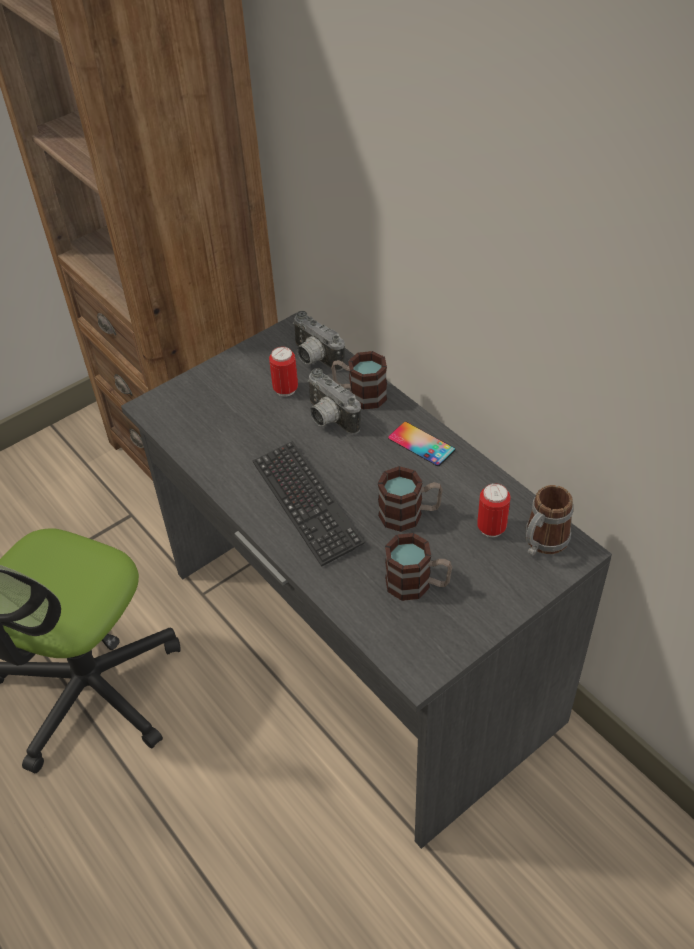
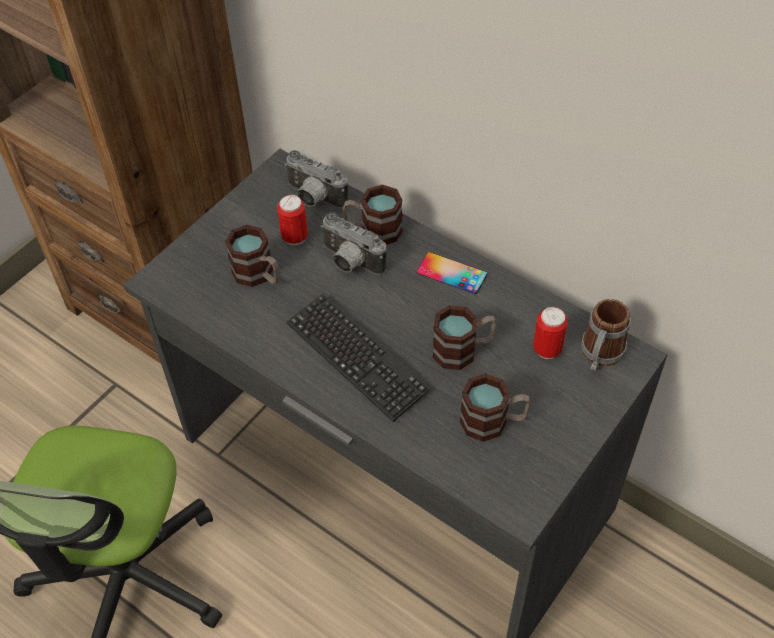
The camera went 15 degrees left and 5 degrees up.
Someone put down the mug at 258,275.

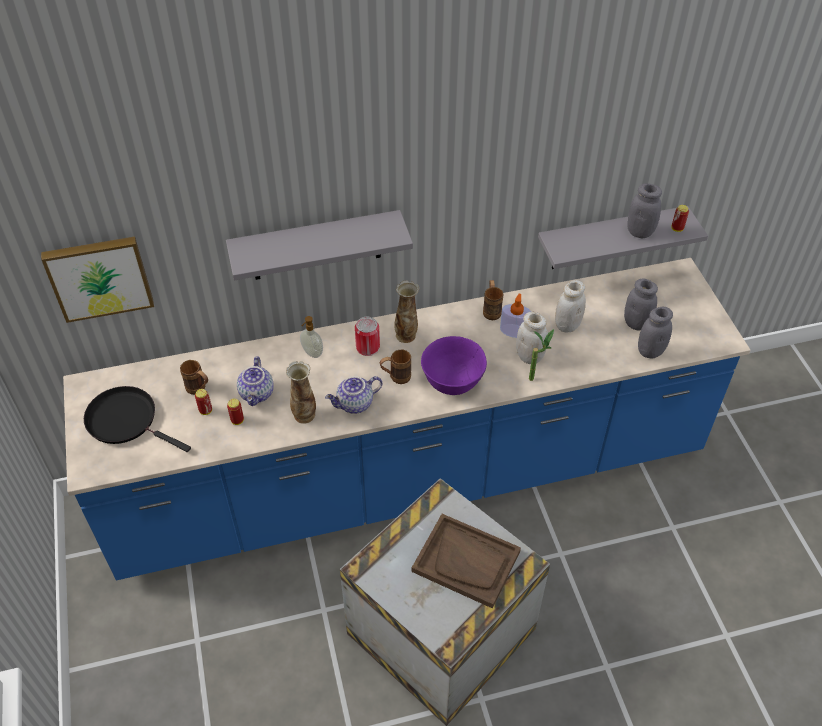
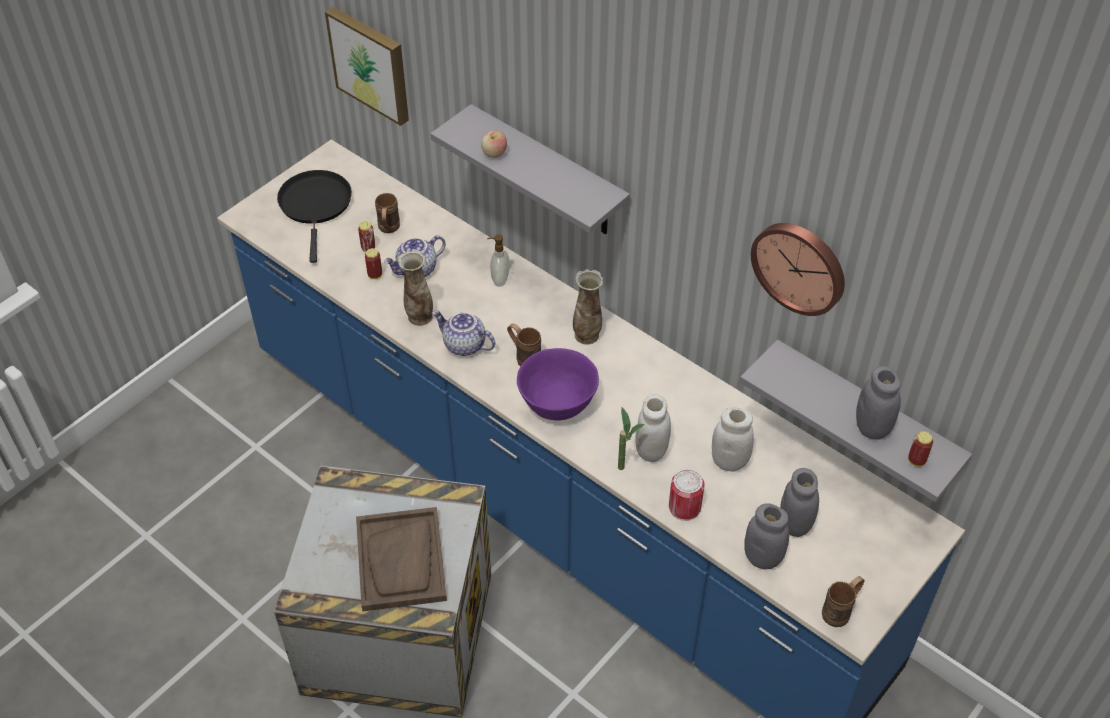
The camera went 55 degrees right and 0 degrees up.
Someone took away the soap dispenser at 514,331.
Someone put down the apple at 494,153.
Someone put up the wall clock at 800,266.
Someone carried the metal can from 367,347 to 684,507.
Someone carried the mug/brown-coloured from 491,310 to 841,611.

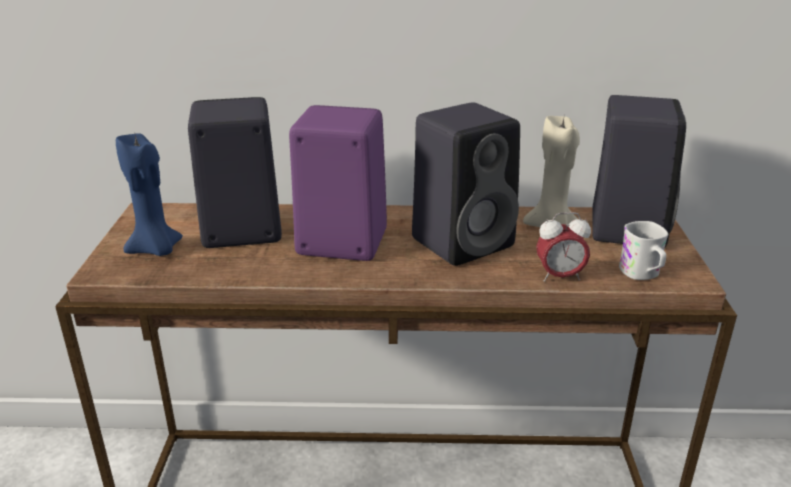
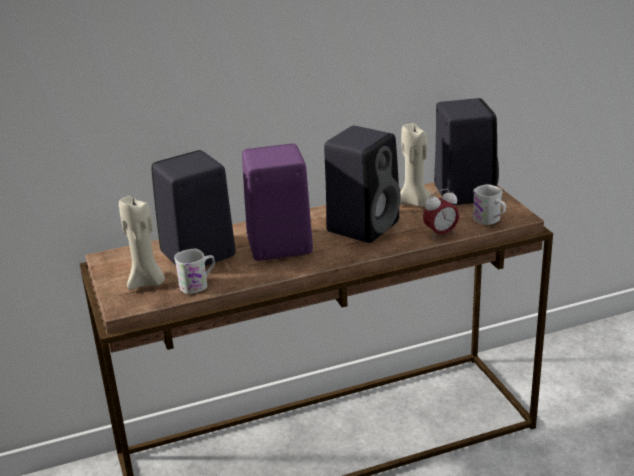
The camera went 20 degrees left and 0 degrees up.
Someone put down the mug/white-coloured at 198,285.
Someone repainted the candle/blue at 156,250, which became the candle/sand-coloured at 147,282.

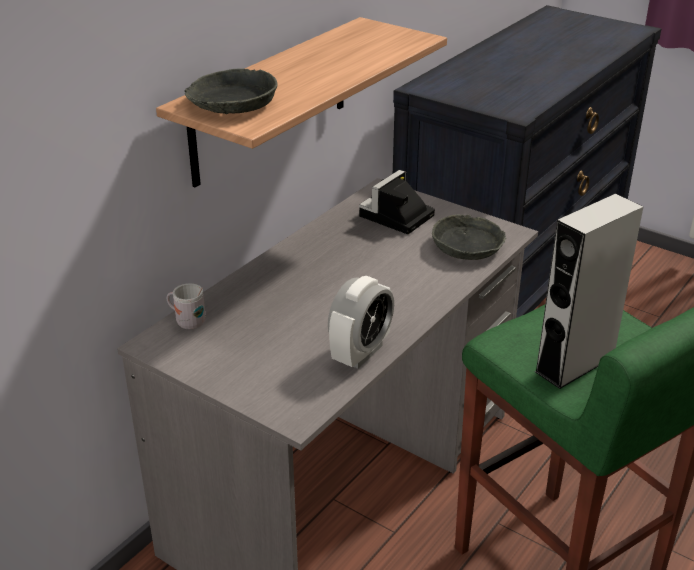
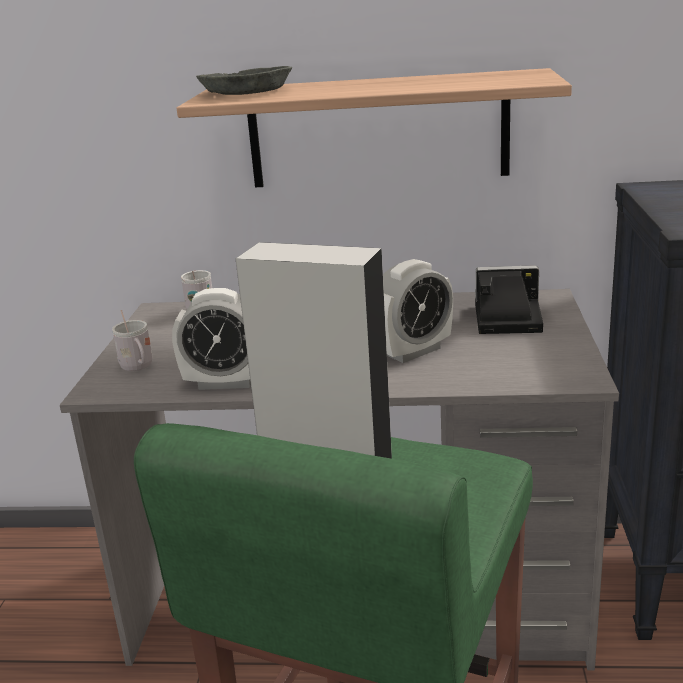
The camera went 60 degrees right and 10 degrees down.
Someone took away the bowl/gray at 468,246.
Someone put down the mug/white-coloured at 138,368.
Someone put down the alarm clock at 413,352.

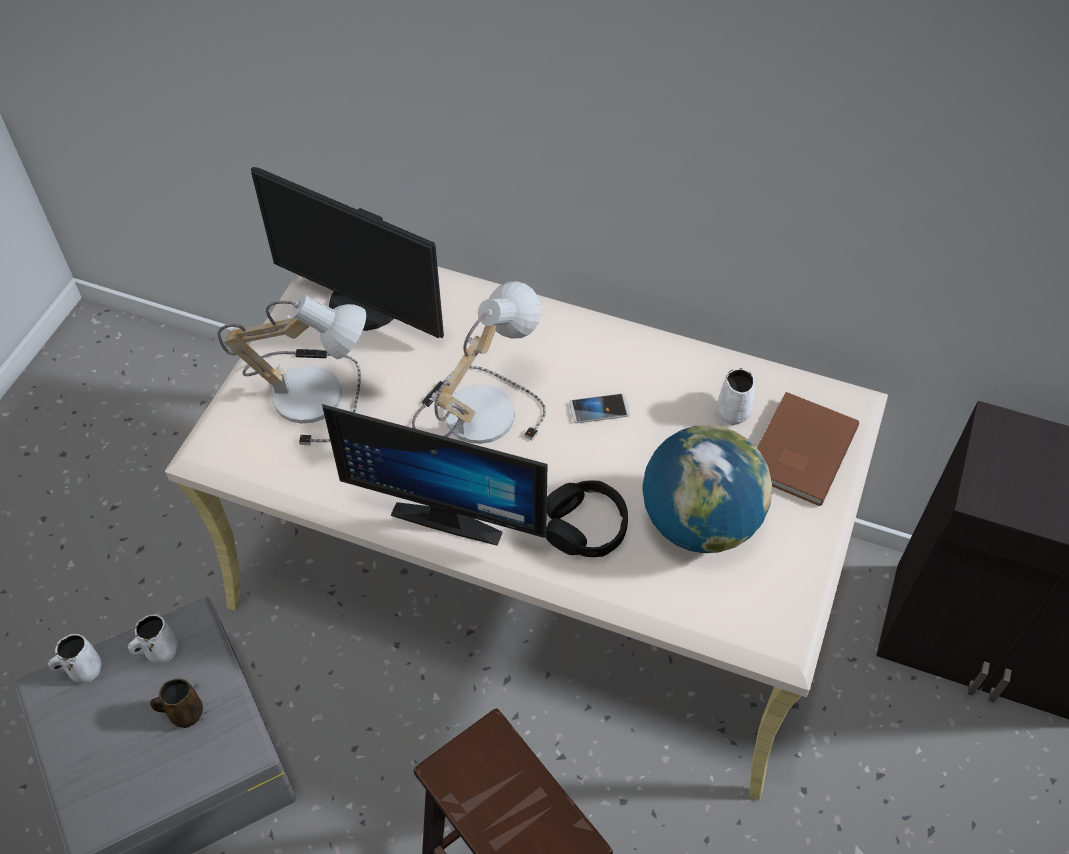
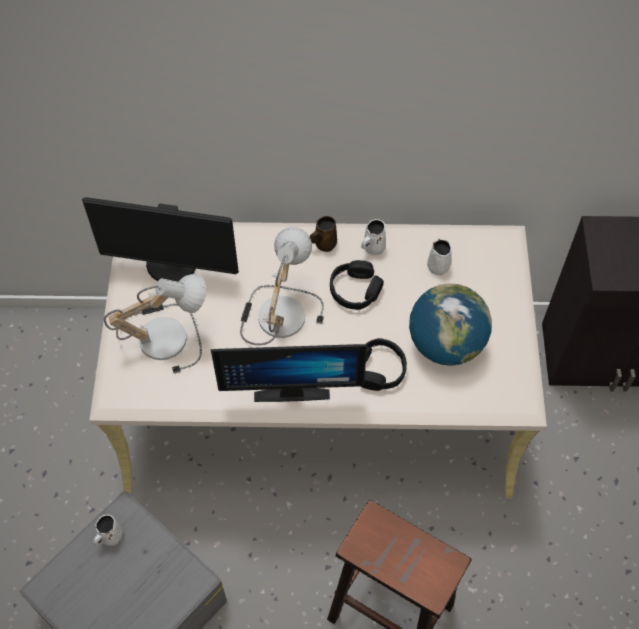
The camera went 20 degrees left and 5 degrees up.
Someone took away the bound book/brown-coloured at 798,451.
Someone carried the mug/white-coloured from 83,670 to 373,248.
Someone carried the mug/brown-coloured from 184,713 to 324,244.
Someone swapped the phone at 599,409 for the pair of headphones/black-coloured at 355,290.

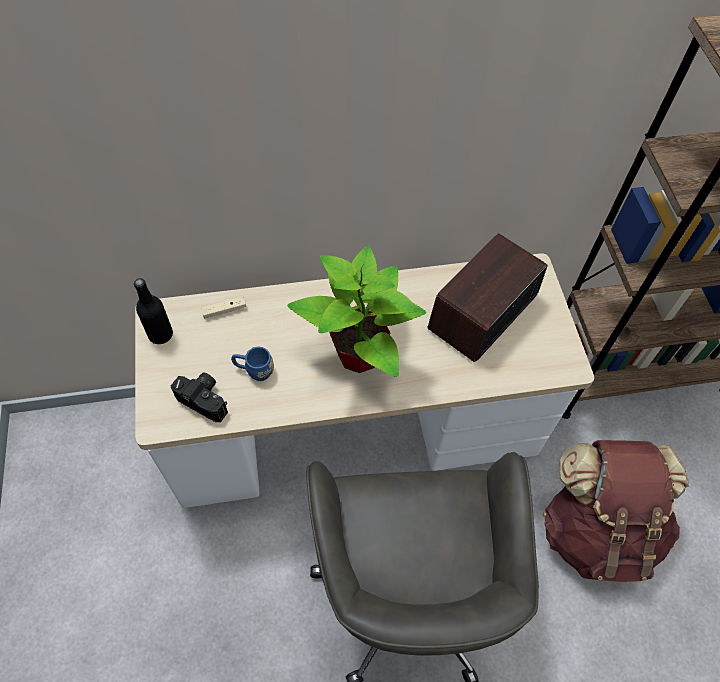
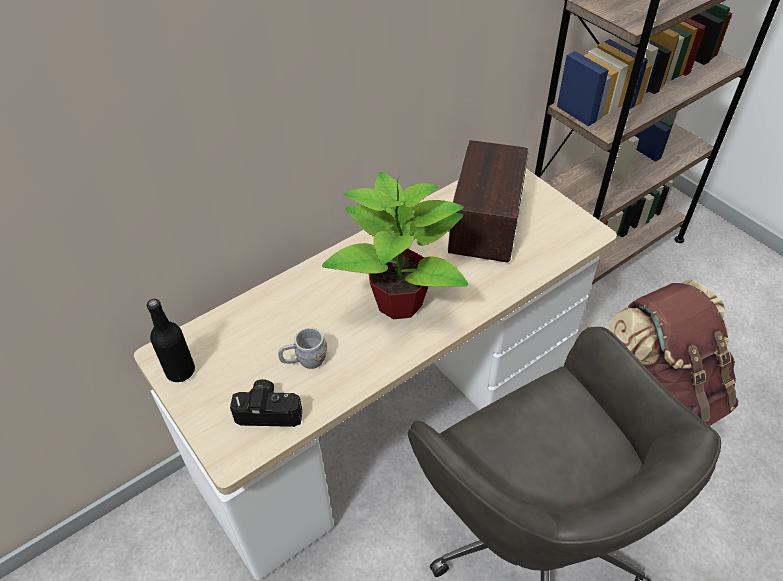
The camera went 25 degrees left and 10 degrees down.
Someone took away the joypad/sand-coloured at 224,310.
Someone repainted the mug/blue at 254,371, which became the mug/gray at 304,361.

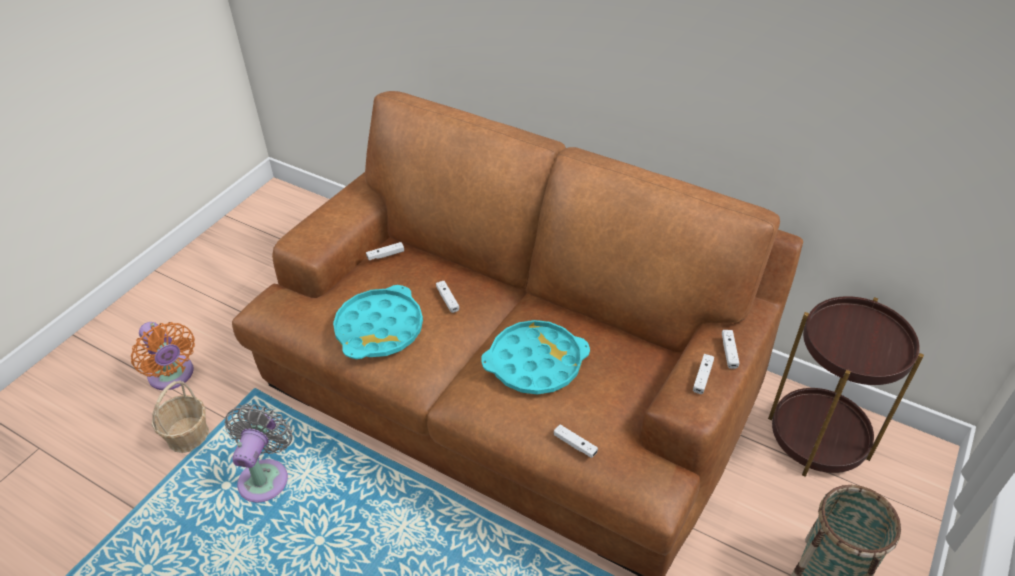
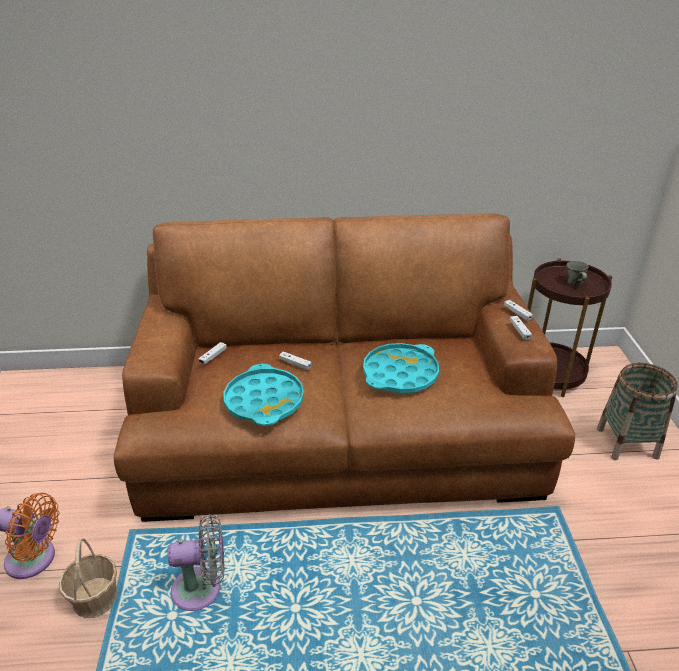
The camera went 35 degrees left and 10 degrees down.
Someone took away the joypad/white-coloured at 575,444.
Someone put down the mug/gray at 574,283.
Someone rotated the cooling fan/gray at 265,476 by 105 degrees clockwise.

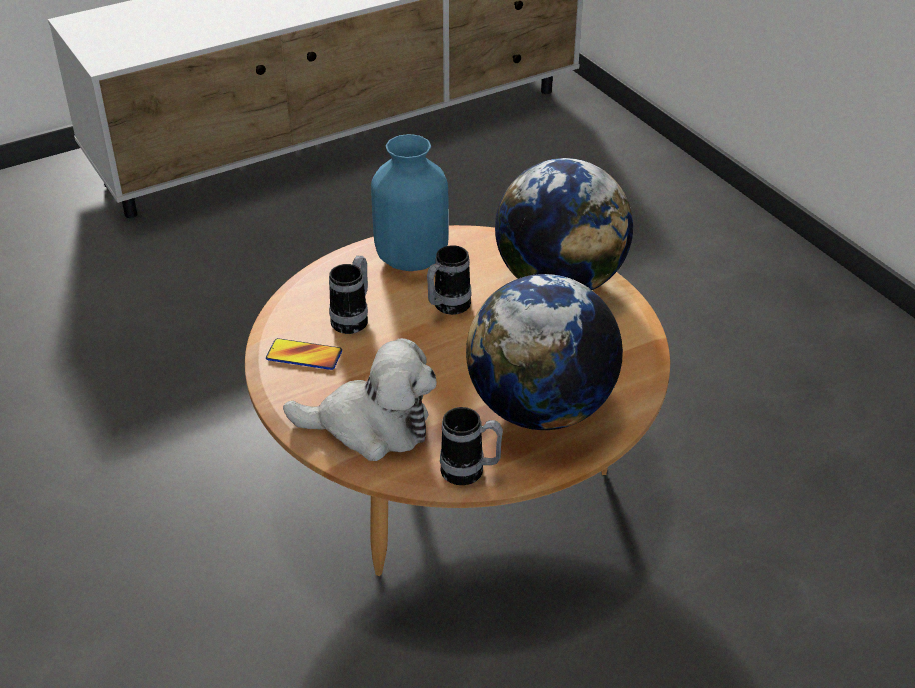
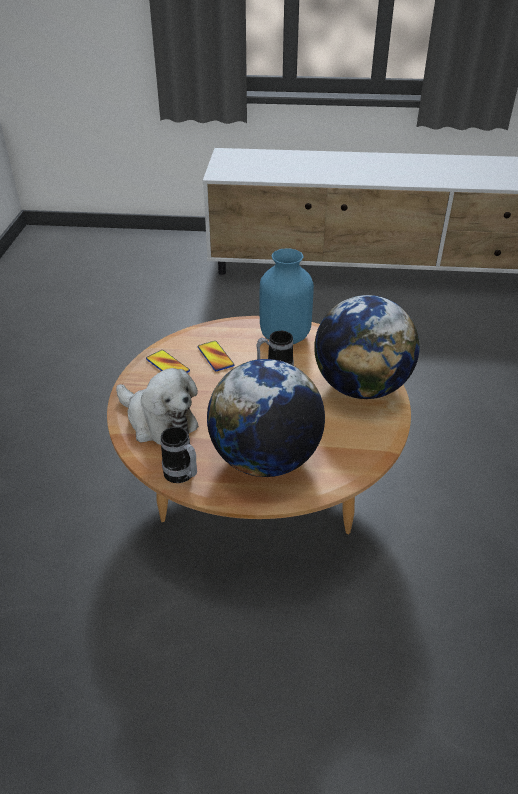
The camera went 35 degrees right and 0 degrees up.
Someone swapped the mug at 353,318 for the phone at 215,356.

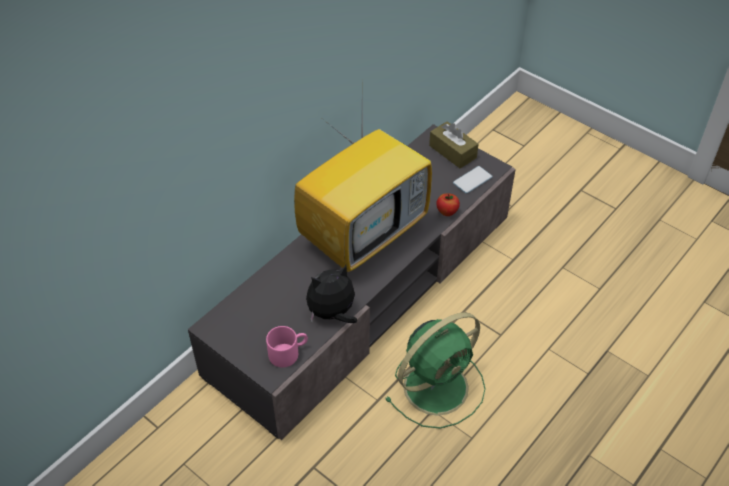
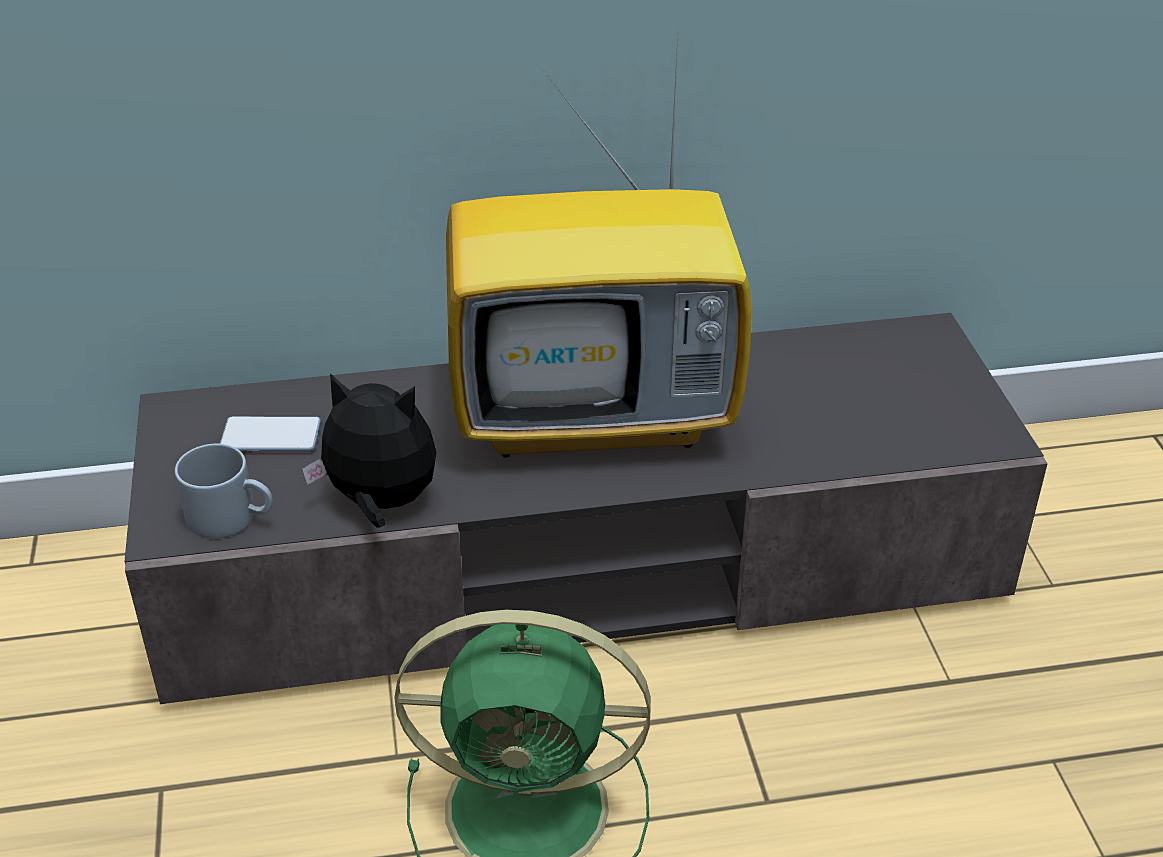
The camera went 40 degrees right and 10 degrees down.
Someone took away the tissue holder/brown-coloured at 452,152.
Someone took away the apple at 447,212.
Someone carried the phone from 472,180 to 270,436.
Someone repainted the mug/pink-coloured at 288,352, which became the mug/gray at 232,517.

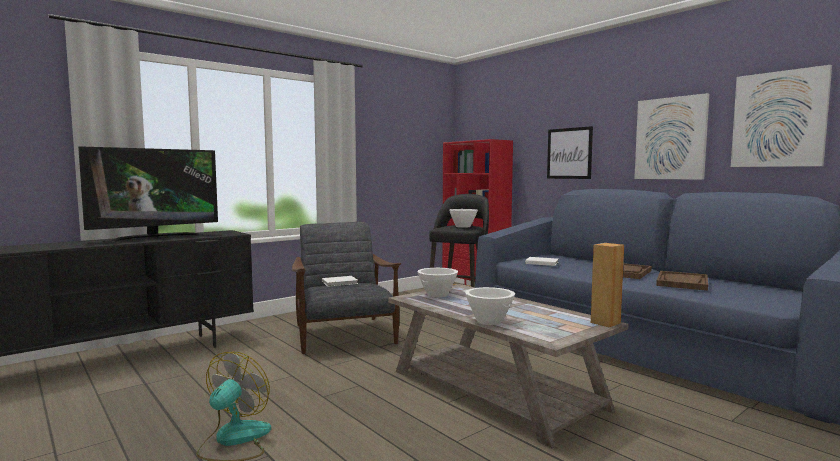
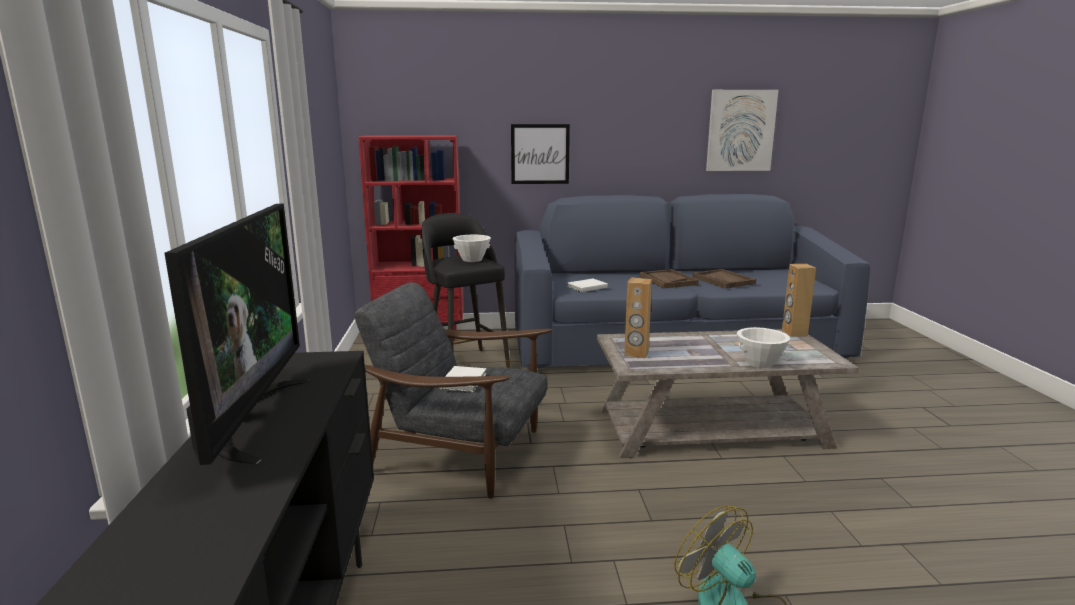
The camera went 55 degrees left and 10 degrees up.
Someone took away the picture at 670,138.
Someone swapped the bowl/white-coloured at 437,295 for the audio speaker/brown-coloured at 636,354.

